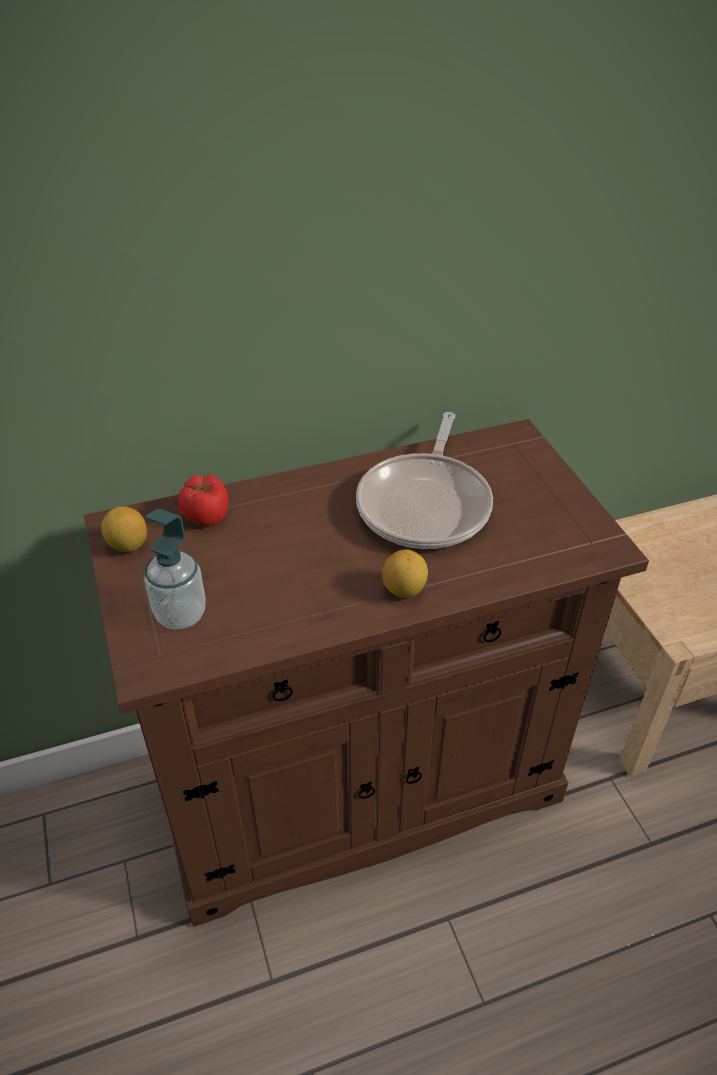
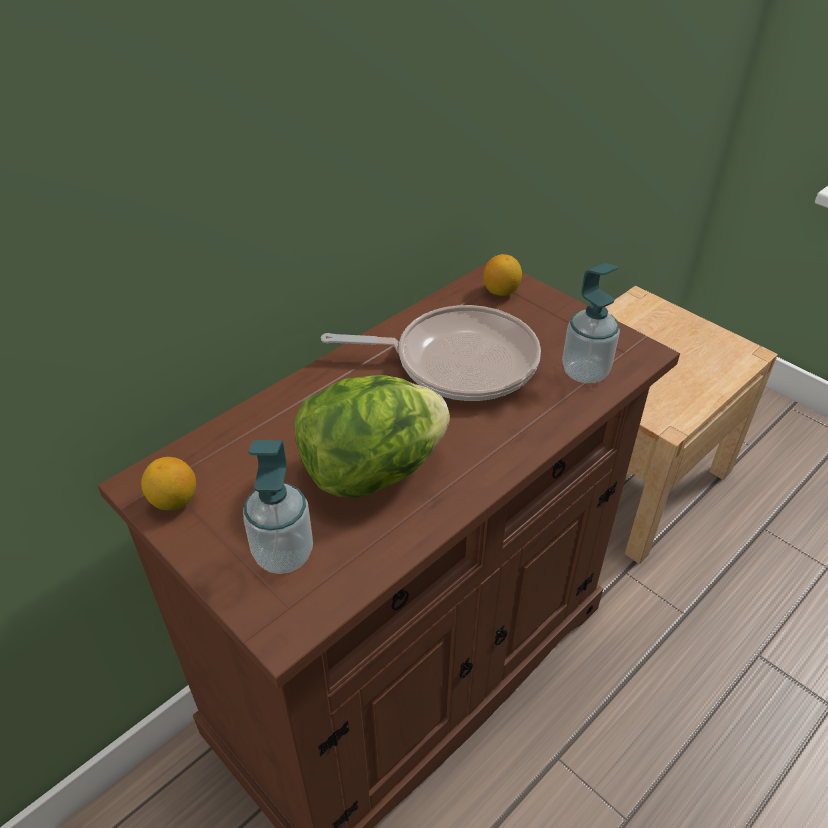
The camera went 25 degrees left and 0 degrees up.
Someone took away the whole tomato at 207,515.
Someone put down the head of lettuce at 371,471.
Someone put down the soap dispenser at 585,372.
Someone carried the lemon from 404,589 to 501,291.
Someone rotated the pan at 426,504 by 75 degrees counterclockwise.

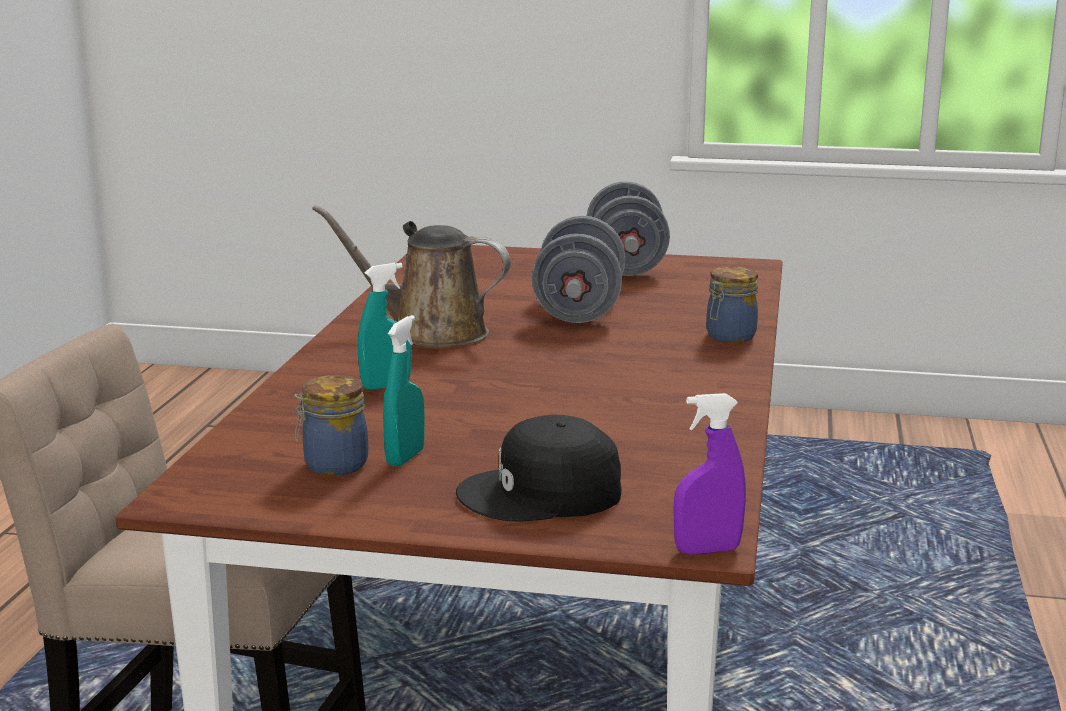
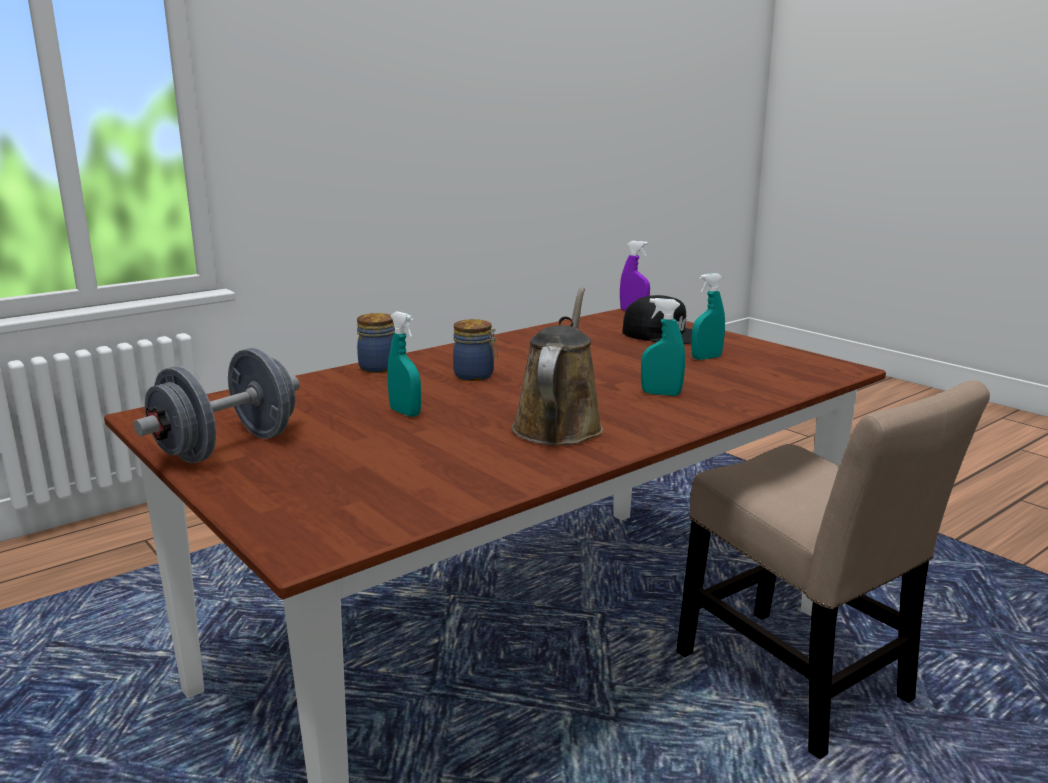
The camera went 140 degrees left and 0 degrees up.
Someone carried the preserve jar from 333,465 to 475,376.
Someone swapped the hand weight/gray at 579,310 for the spray bottle/blue-green at 405,413.
Someone rotated the watering can/brown-coloured at 430,332 by 135 degrees counterclockwise.

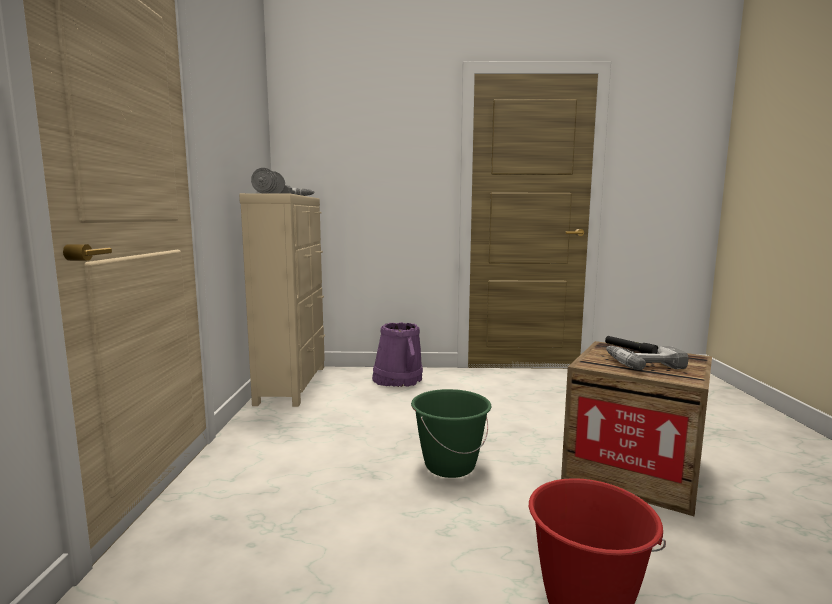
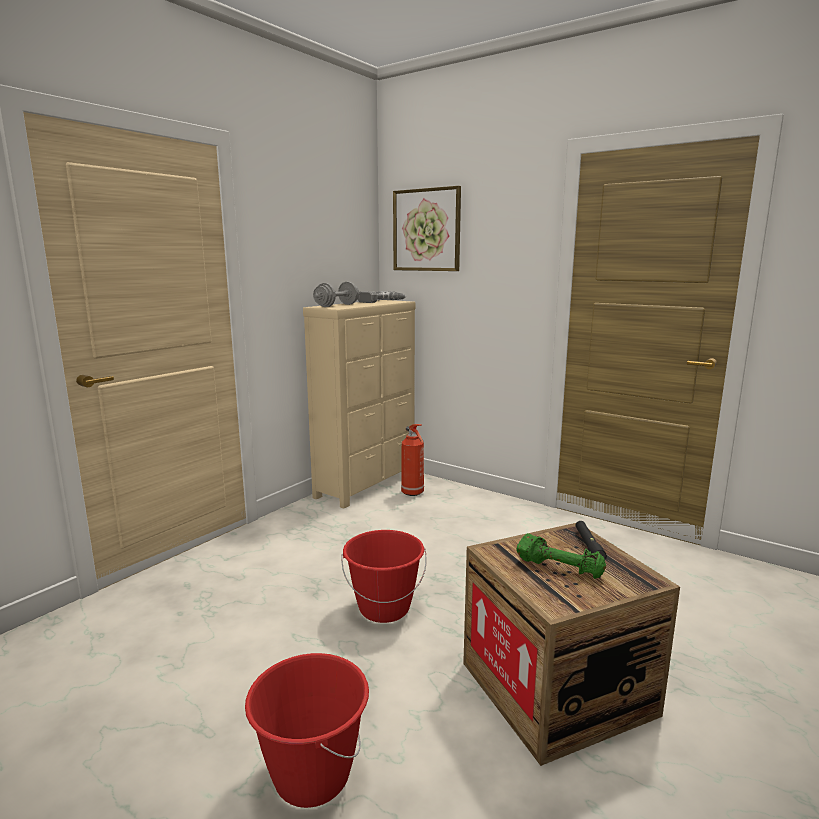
The camera went 35 degrees right and 5 degrees up.
Someone took away the water bucket/purplish at 397,379.
Someone put up the picture at 426,230.
Someone put down the fire extinguisher at 413,493.
Someone swapped the electric drill at 643,363 for the hand weight/green-coloured at 560,567.
Someone repainted the water bucket/green-coloured at 449,465, which became the water bucket/reddish at 384,608.

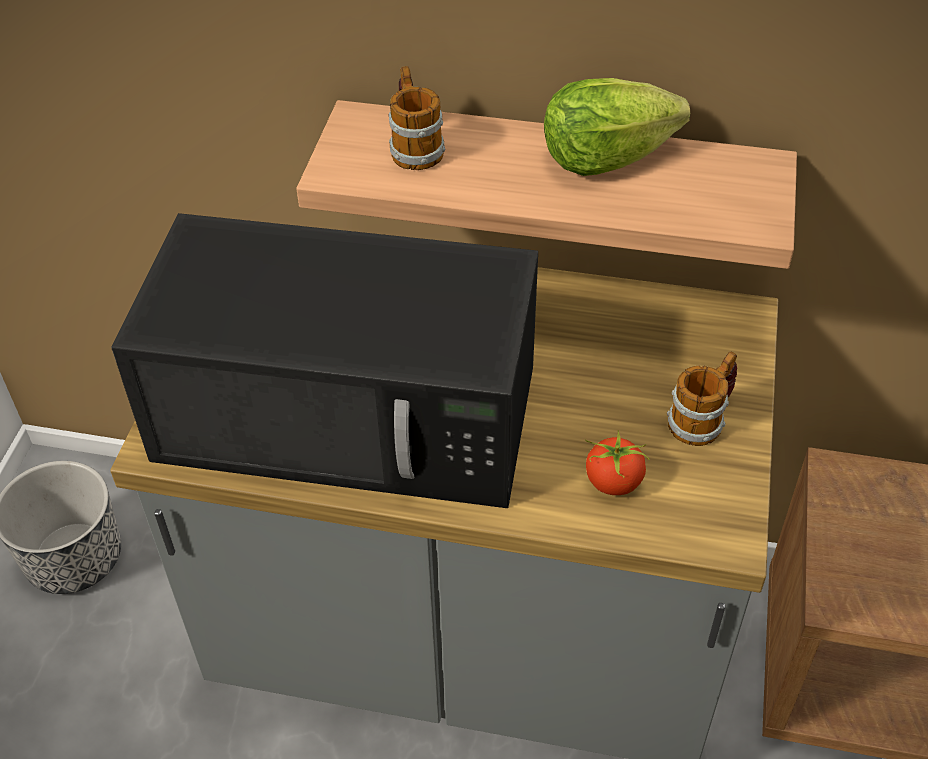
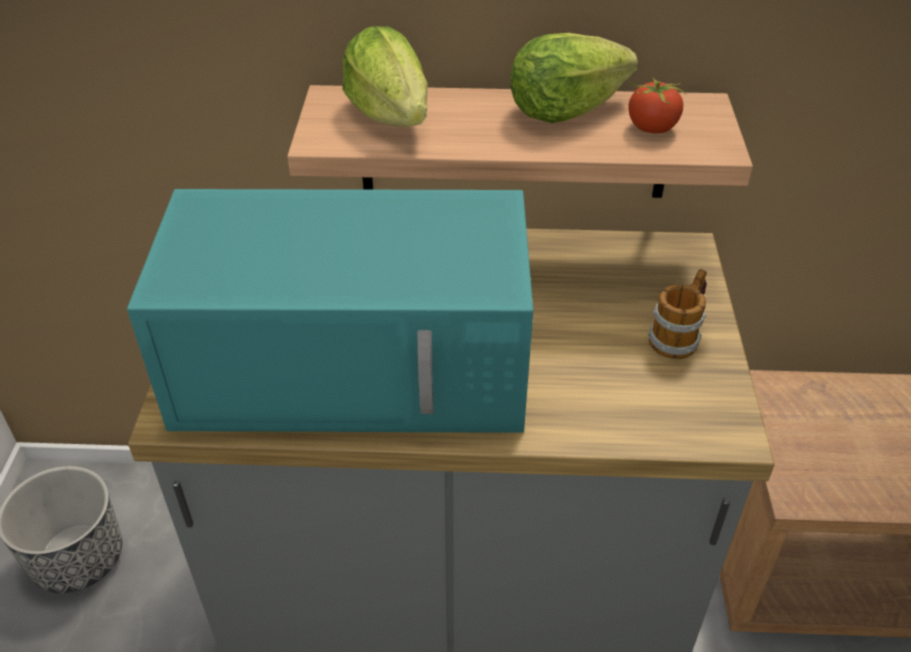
The camera went 10 degrees left and 5 degrees down.
Someone carried the whole tomato from 613,482 to 651,128.
Someone swapped the mug at 414,147 for the head of lettuce at 390,115.
Someone repainted the kitchen microwave/black-coloured at 353,412, which became the kitchen microwave/blue-green at 358,364.

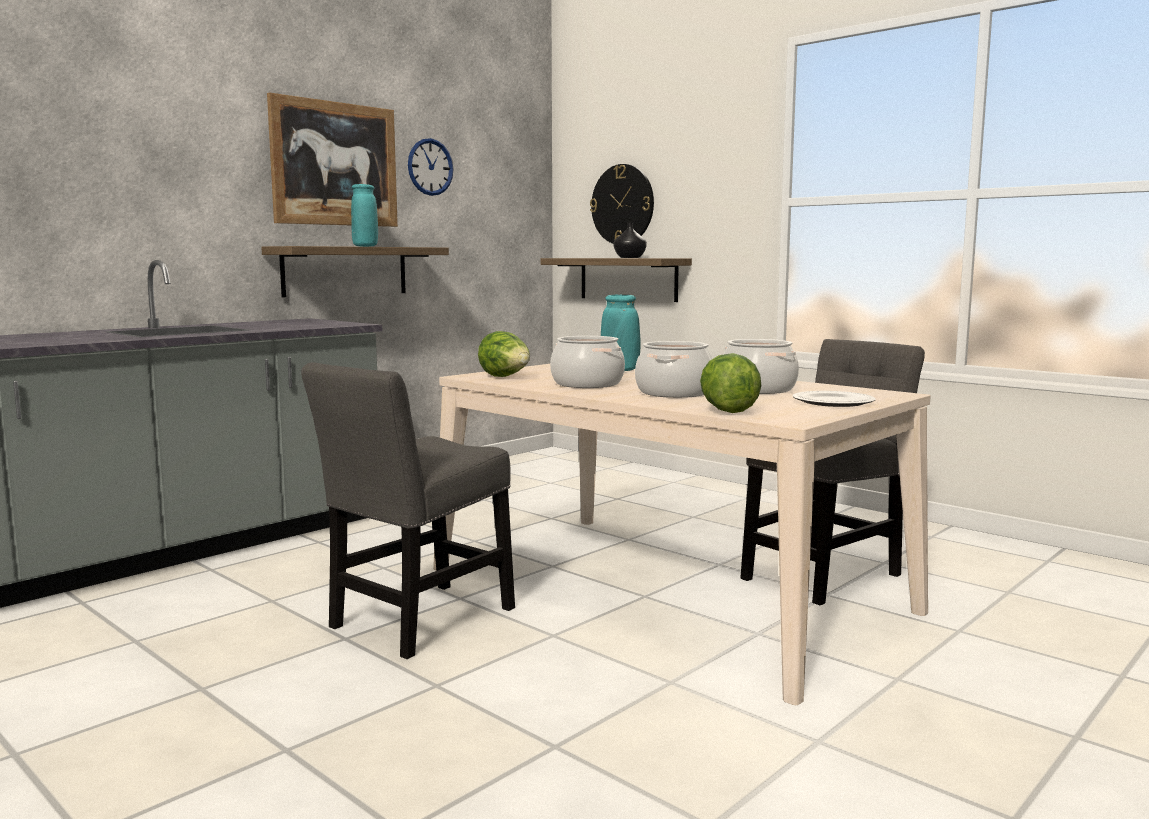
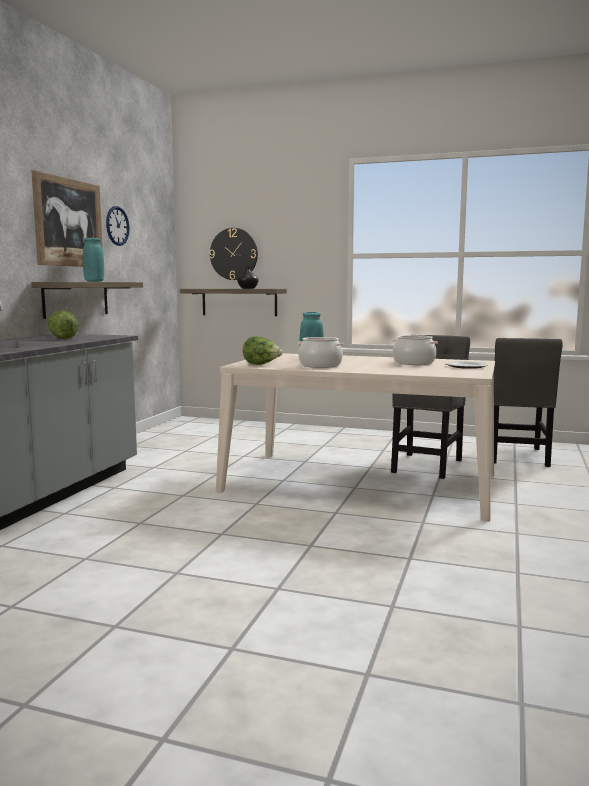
The camera went 25 degrees left and 0 degrees up.
Someone took away the stockpot at 674,393.
Someone carried the upright chair/gray from 417,621 to 517,457.
Someone carried the head of lettuce from 727,410 to 63,338.

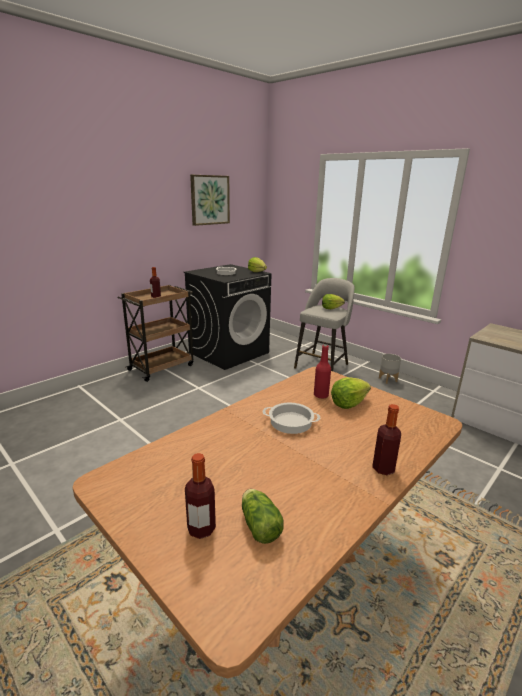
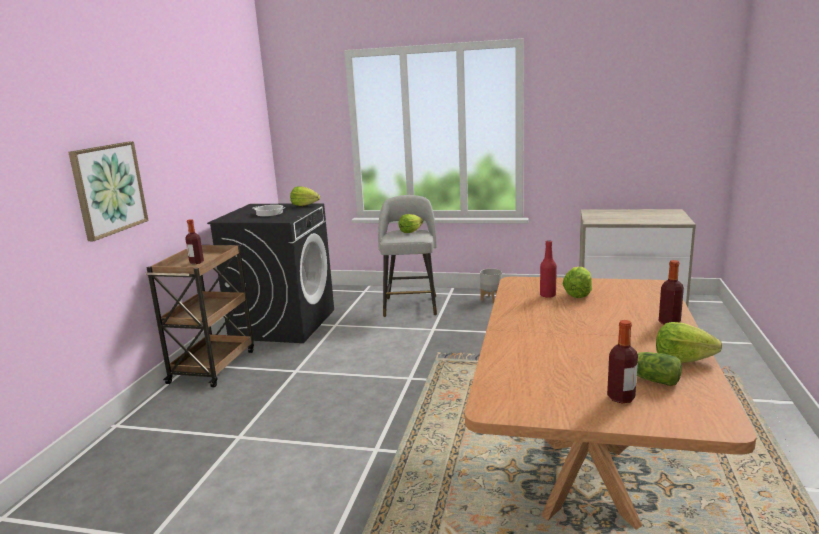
The camera went 30 degrees left and 5 degrees down.
Someone took away the stockpot at 291,422.
Someone put down the head of lettuce at 682,359.
Someone carried the picture from 209,200 to 108,189.

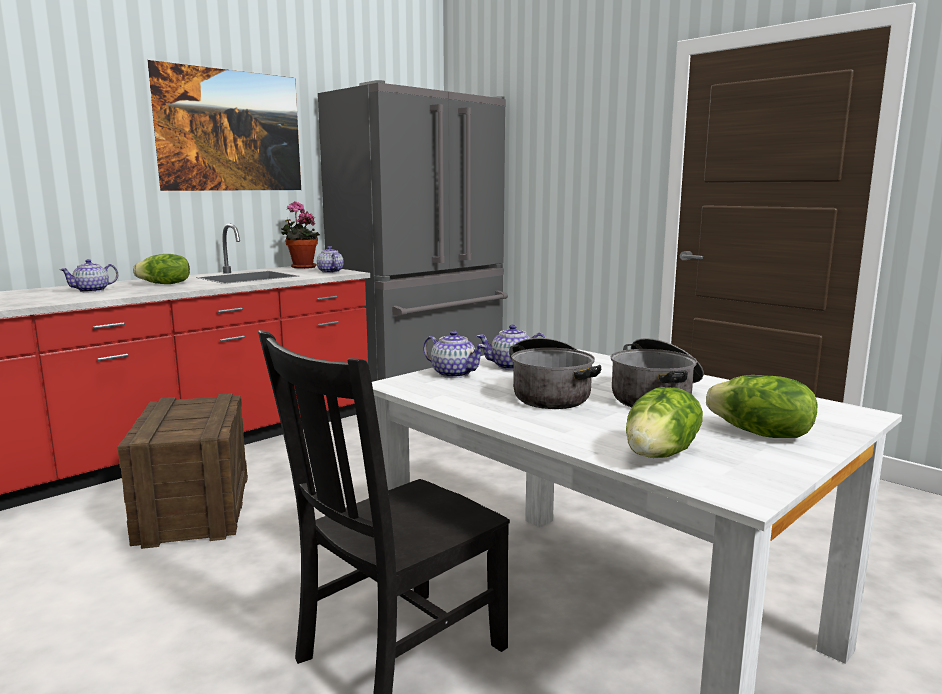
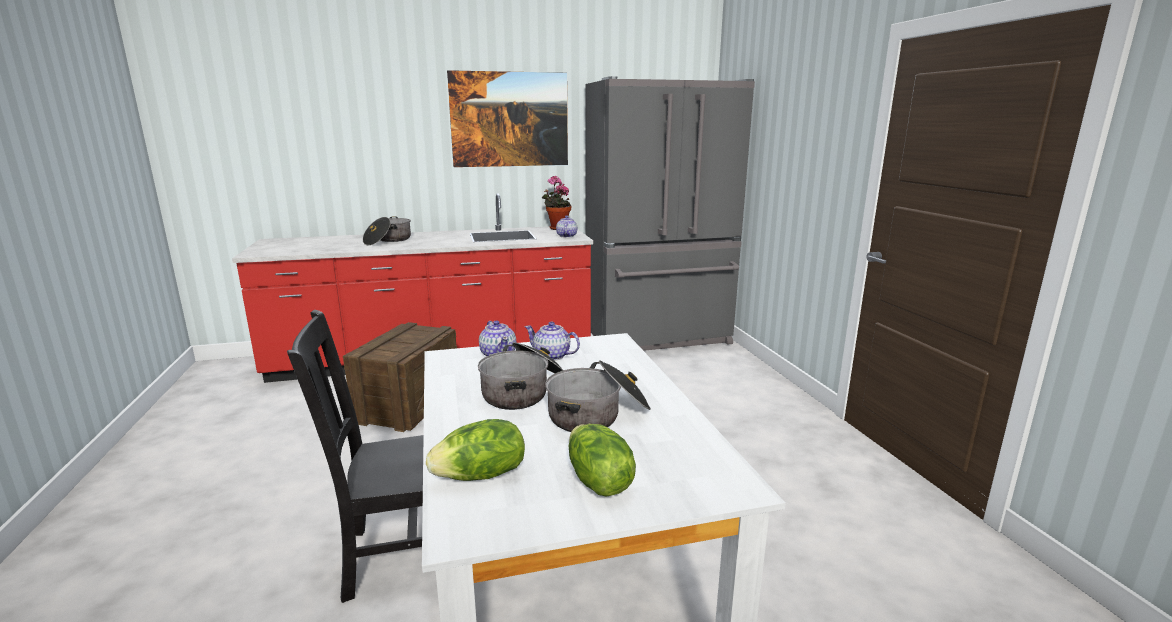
The camera went 30 degrees right and 5 degrees up.
Someone took away the head of lettuce at 165,284.
Someone swapped the pot for tea at 92,290 for the stockpot at 388,240.

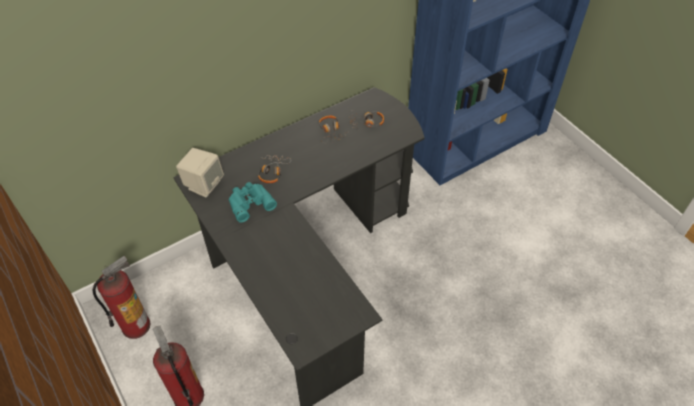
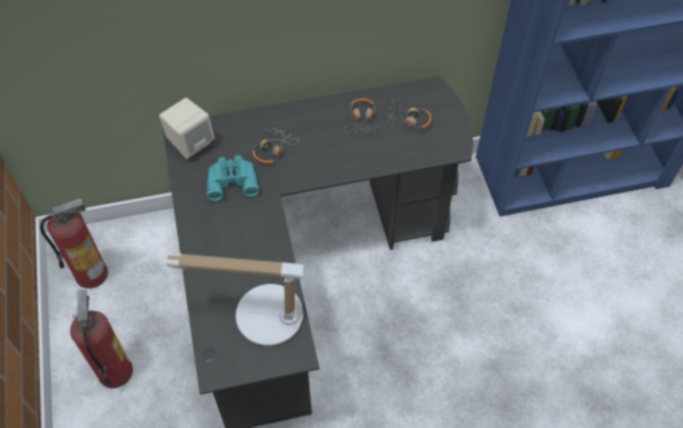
The camera went 20 degrees right and 5 degrees up.
Someone put down the lamp for a table at 260,315.

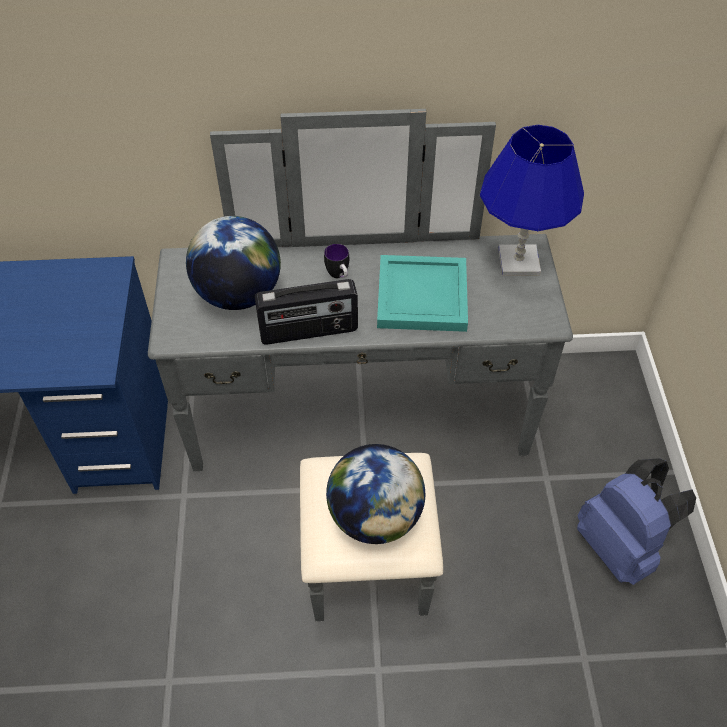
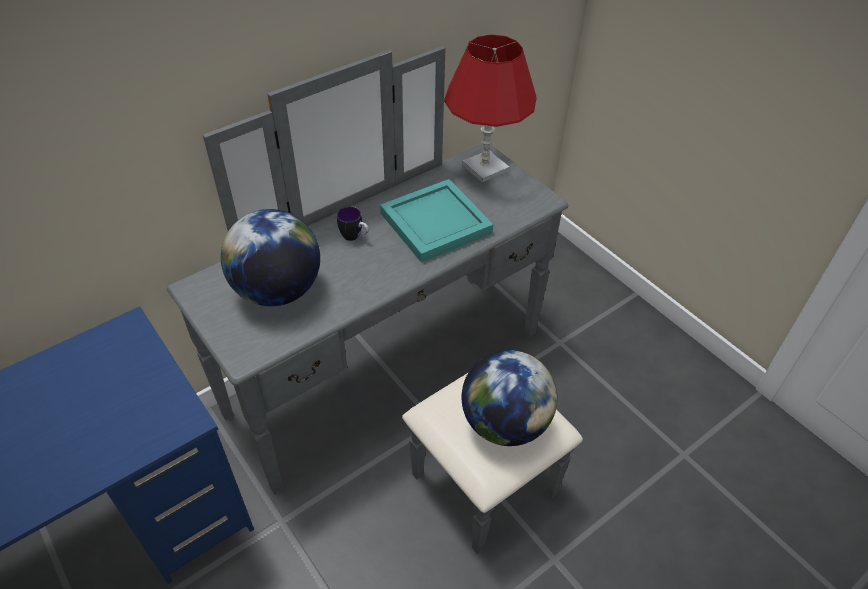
The camera went 35 degrees left and 5 degrees down.
Someone took away the radio set at 309,331.
Someone took away the backpack/blue at 620,546.
Someone repainted the lamp for a table/blue at 518,261, which became the lamp for a table/reddish at 485,168.

